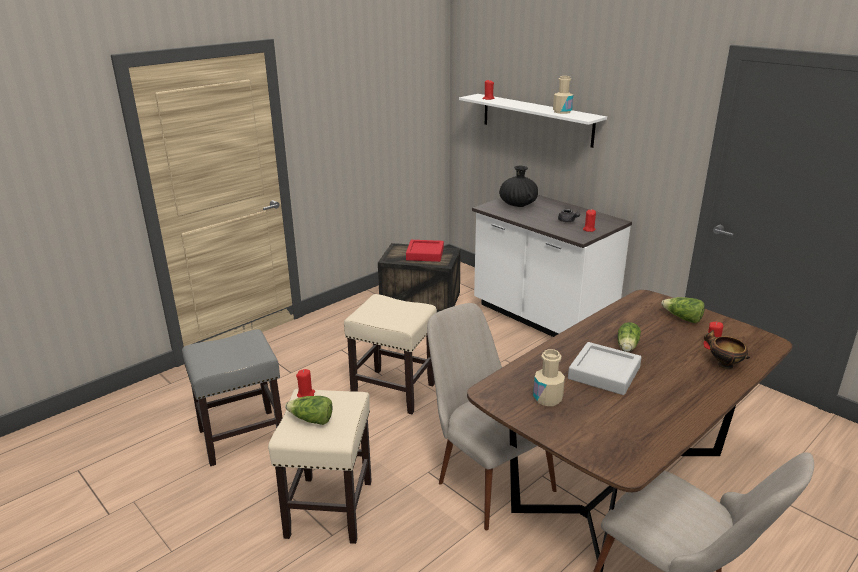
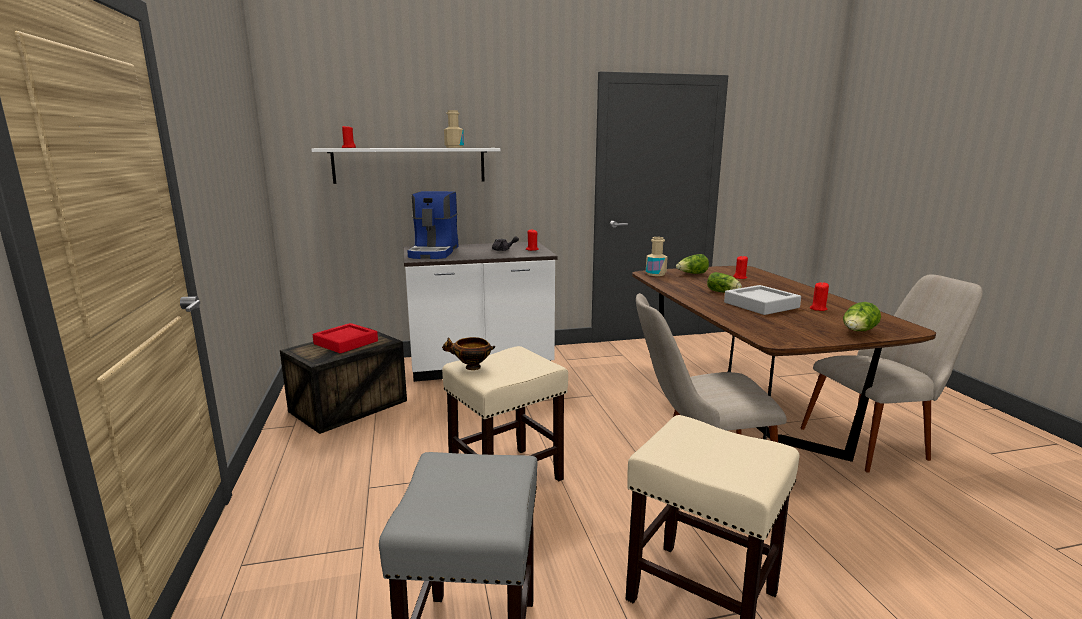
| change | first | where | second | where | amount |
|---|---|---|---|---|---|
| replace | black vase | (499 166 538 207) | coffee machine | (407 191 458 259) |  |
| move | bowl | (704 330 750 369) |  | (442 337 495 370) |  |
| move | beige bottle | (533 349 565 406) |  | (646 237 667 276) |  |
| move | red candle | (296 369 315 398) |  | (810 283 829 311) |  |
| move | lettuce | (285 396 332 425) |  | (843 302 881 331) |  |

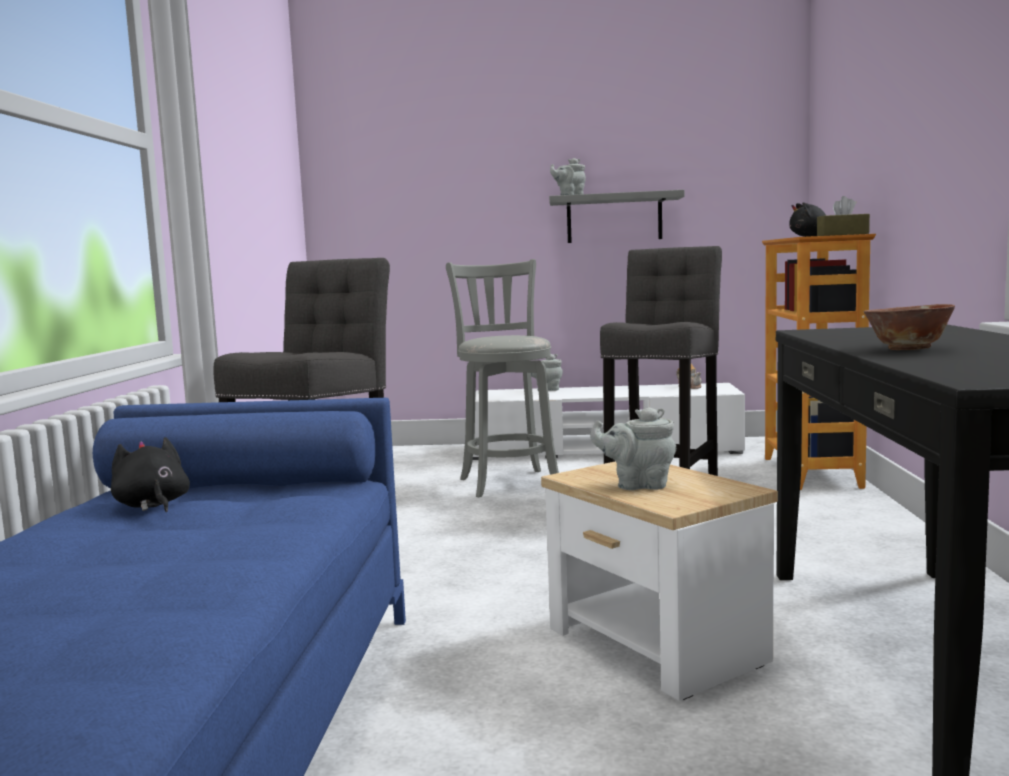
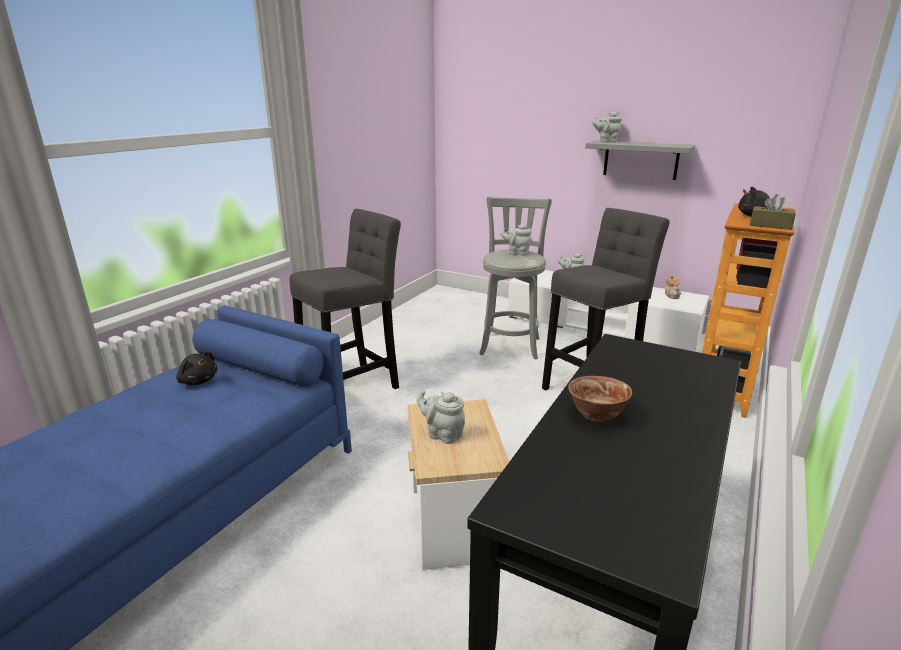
| change | first | where | second | where | amount |
|---|---|---|---|---|---|
| rotate | black plush toy | (111 437 190 512) |  | (176 351 217 385) | 135 degrees clockwise |
| insert |  |  | grey teapot | (500 224 532 256) |  |

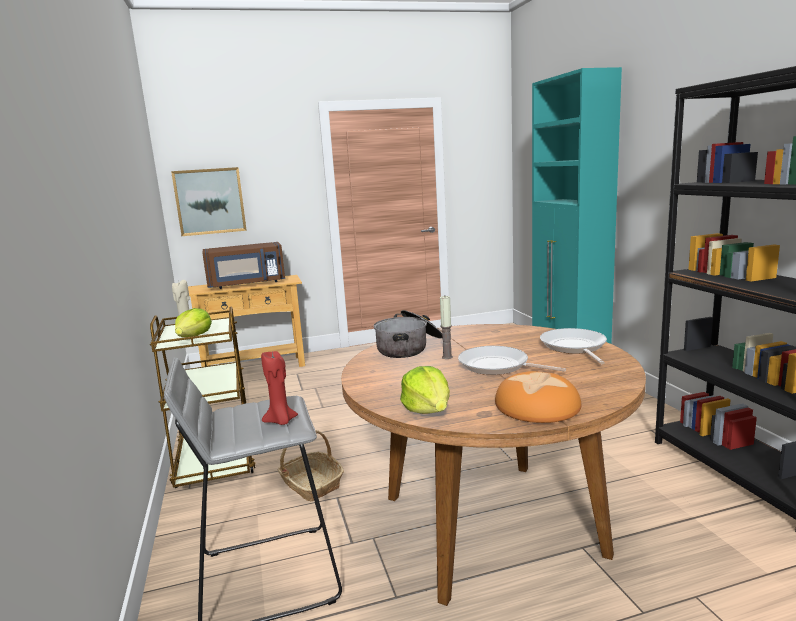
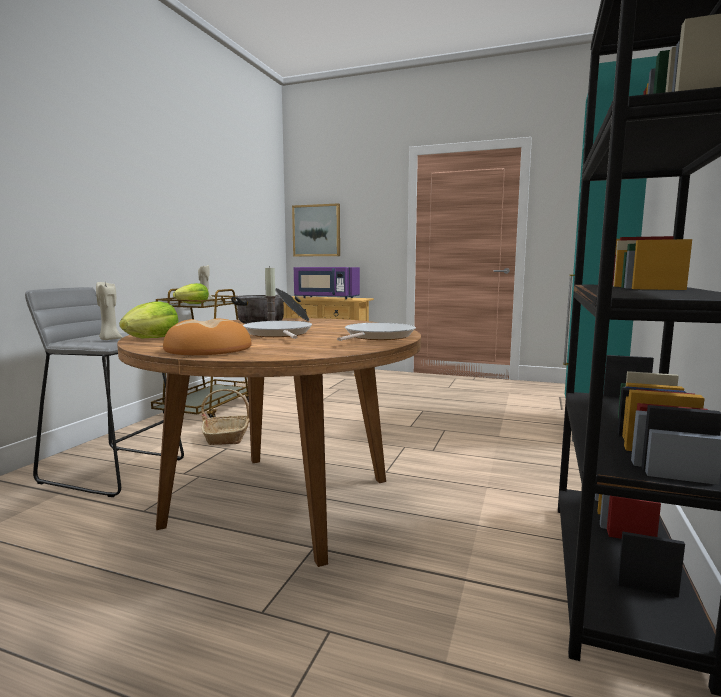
| change | first | where | second | where | amount |
|---|---|---|---|---|---|
| recolor | red candle | (261 351 298 425) | beige candle | (96 281 122 340) |  |
| recolor | brown microwave | (202 242 285 289) | purple microwave | (294 267 360 299) |  |

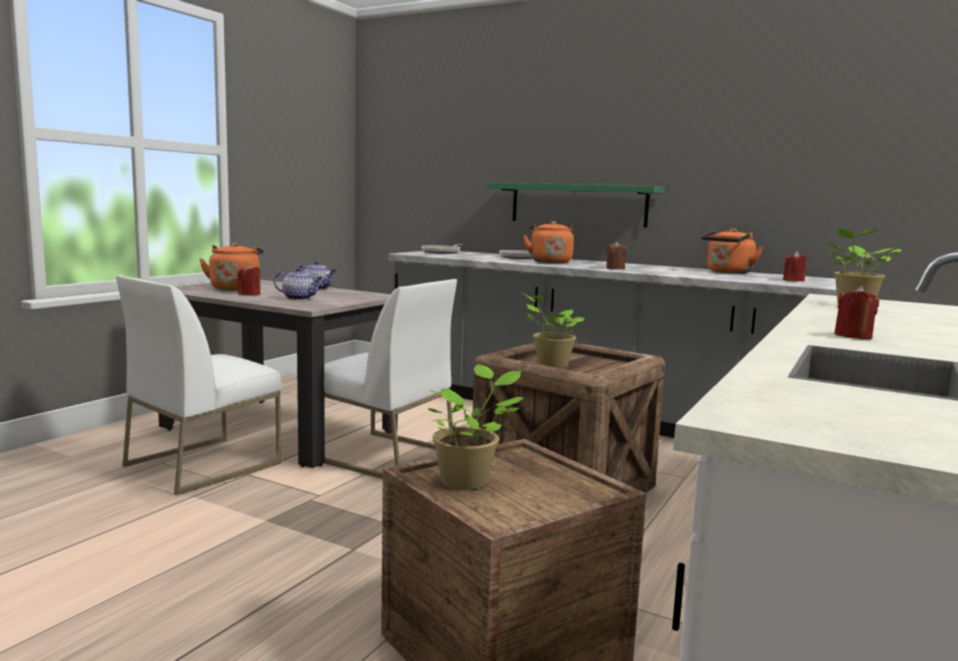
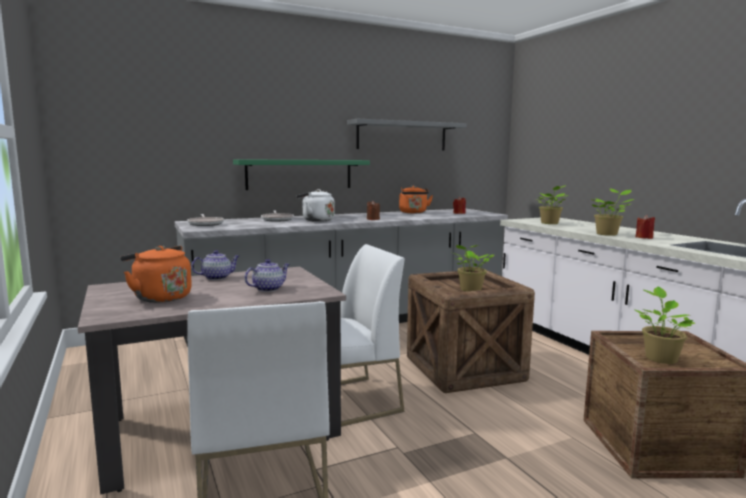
| change | first | where | second | where | amount |
|---|---|---|---|---|---|
| recolor | orange kettle | (523 221 574 263) | white kettle | (296 189 335 222) |  |
| insert |  |  | grey shelf | (347 119 467 150) |  |
| insert |  |  | potted plant | (591 189 634 236) |  |
| delete | red candle | (238 264 261 295) |  |  |  |

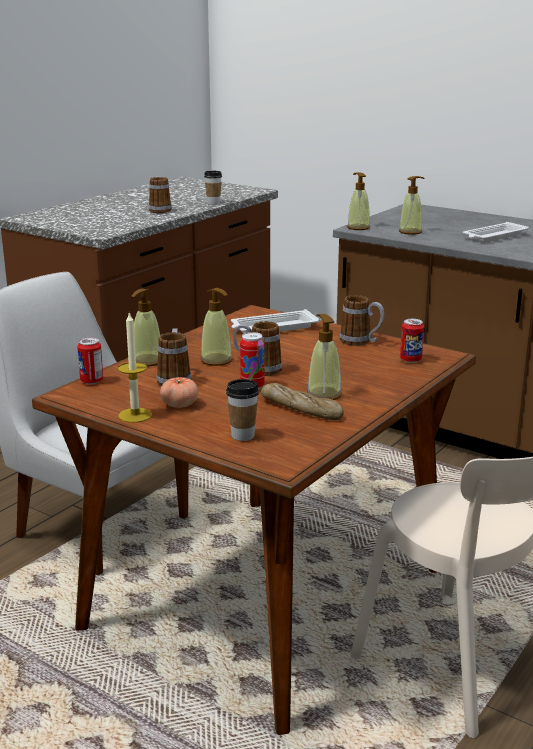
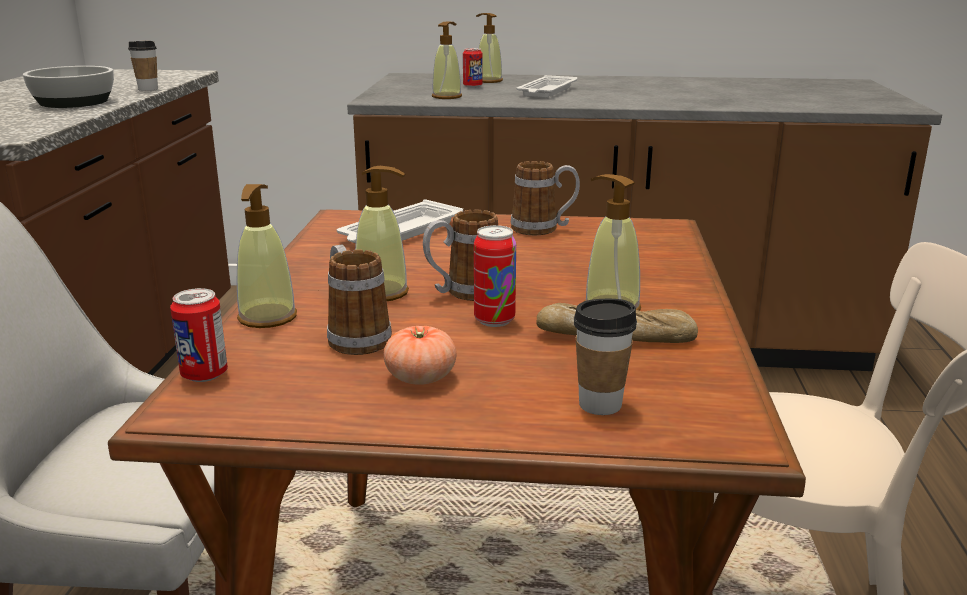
| change | first | where | second | where | amount |
|---|---|---|---|---|---|
| replace | mug | (149 176 172 213) | bowl | (23 66 114 108) |  |
| move | can | (400 319 424 363) |  | (463 48 482 88) |  |
| move | soap dispenser | (347 172 370 230) |  | (476 13 503 83) |  |
| delete | candle | (118 312 152 423) |  |  |  |

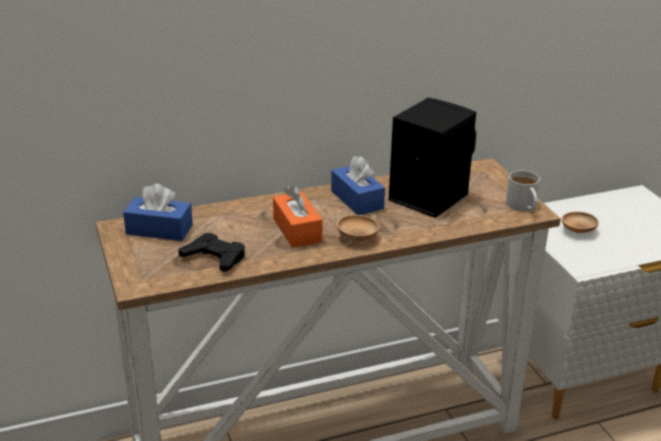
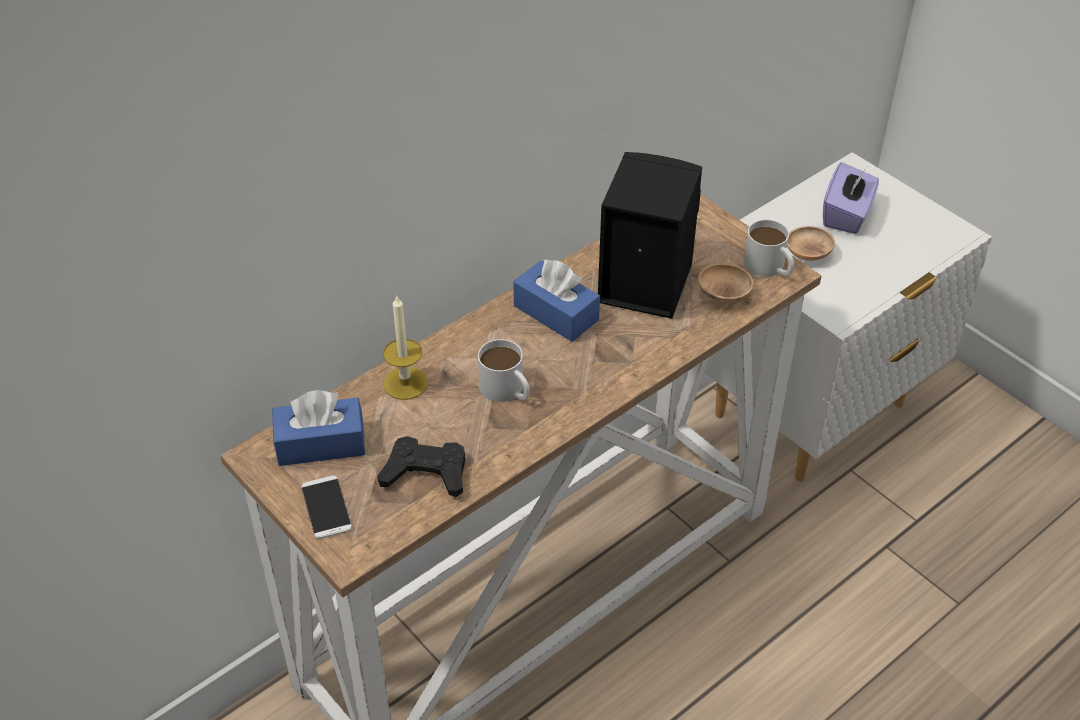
| change | first | where | second | where | amount |
|---|---|---|---|---|---|
| insert |  |  | phone | (301 475 352 539) |  |
| insert |  |  | candle | (383 296 428 400) |  |
| replace | orange tissue box | (273 185 322 248) | white mug | (478 339 530 402) |  |
| move | brown bowl | (337 215 379 242) |  | (698 263 754 303) |  |
| insert |  |  | purple tissue box | (823 162 879 234) |  |

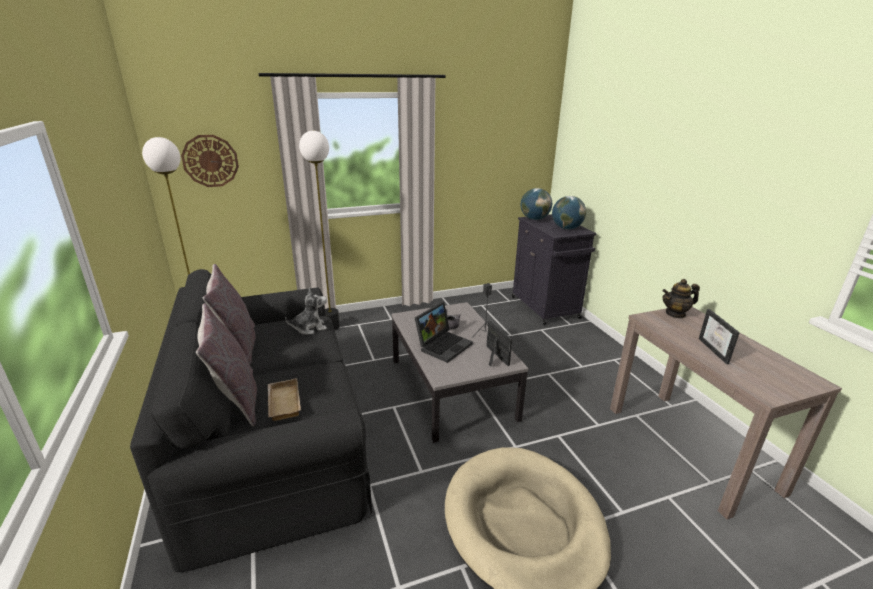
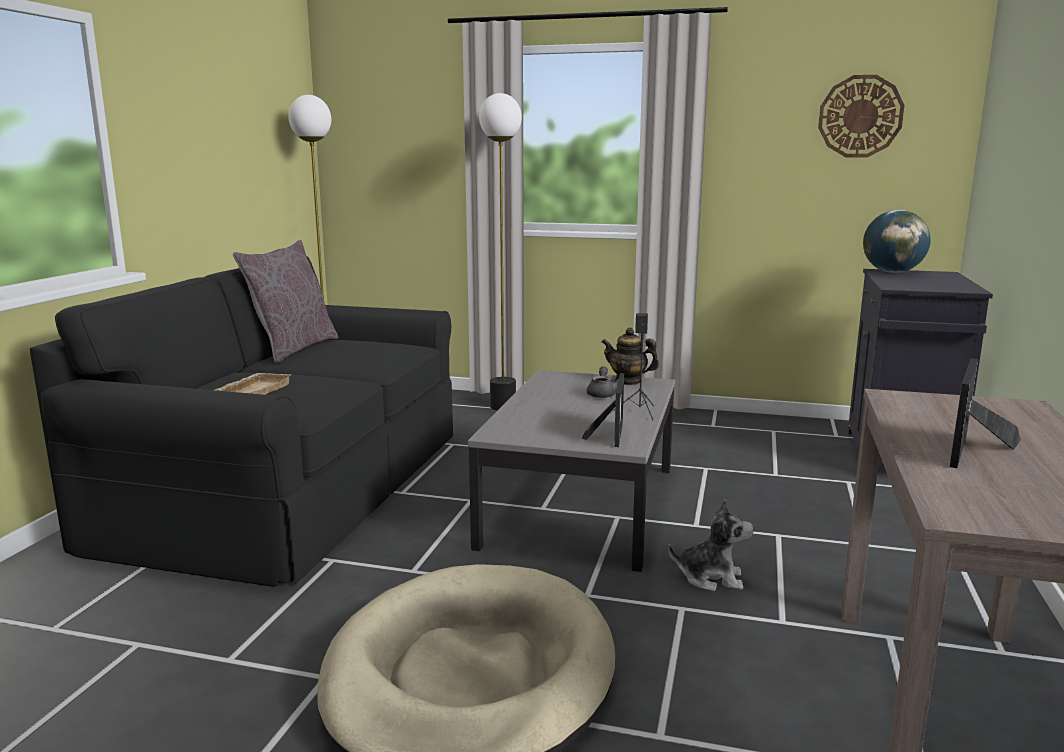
| change | first | where | second | where | amount |
|---|---|---|---|---|---|
| move | teapot | (662 279 700 318) |  | (602 327 659 385) |  |
| move | plush toy | (285 288 327 335) |  | (668 499 754 591) |  |
| move | wall clock | (181 135 239 187) |  | (818 75 905 157) |  |
| delete | grey pillow | (196 303 257 426) |  |  |  |
| delete | laptop | (415 302 473 363) |  |  |  |
| delete | globe | (552 196 586 229) |  |  |  |

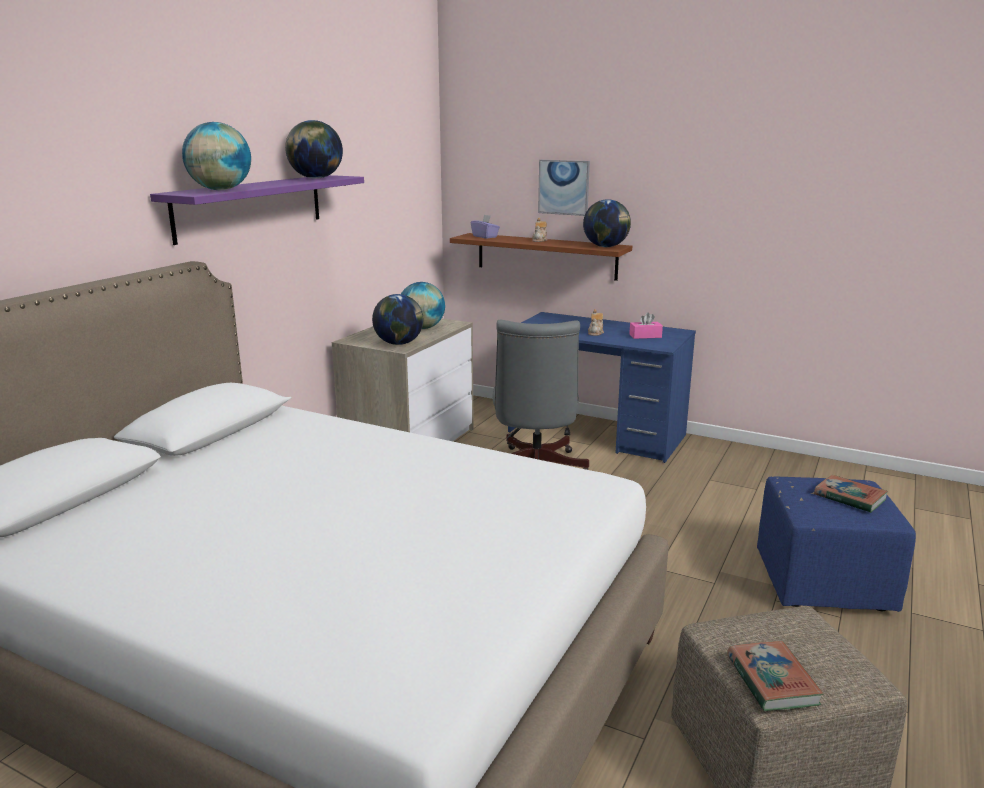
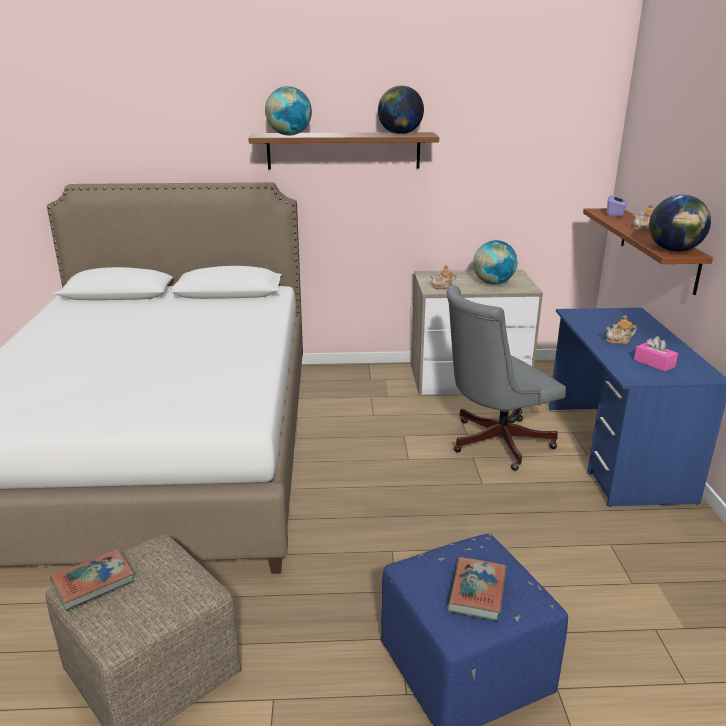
| change | first | where | second | where | amount |
|---|---|---|---|---|---|
| recolor | purple shelf | (150 175 364 245) | brown shelf | (248 132 439 170) |  |
| replace | globe | (372 294 423 345) | teapot | (431 265 457 289) |  |
| delete | picture | (538 160 590 216) |  |  |  |

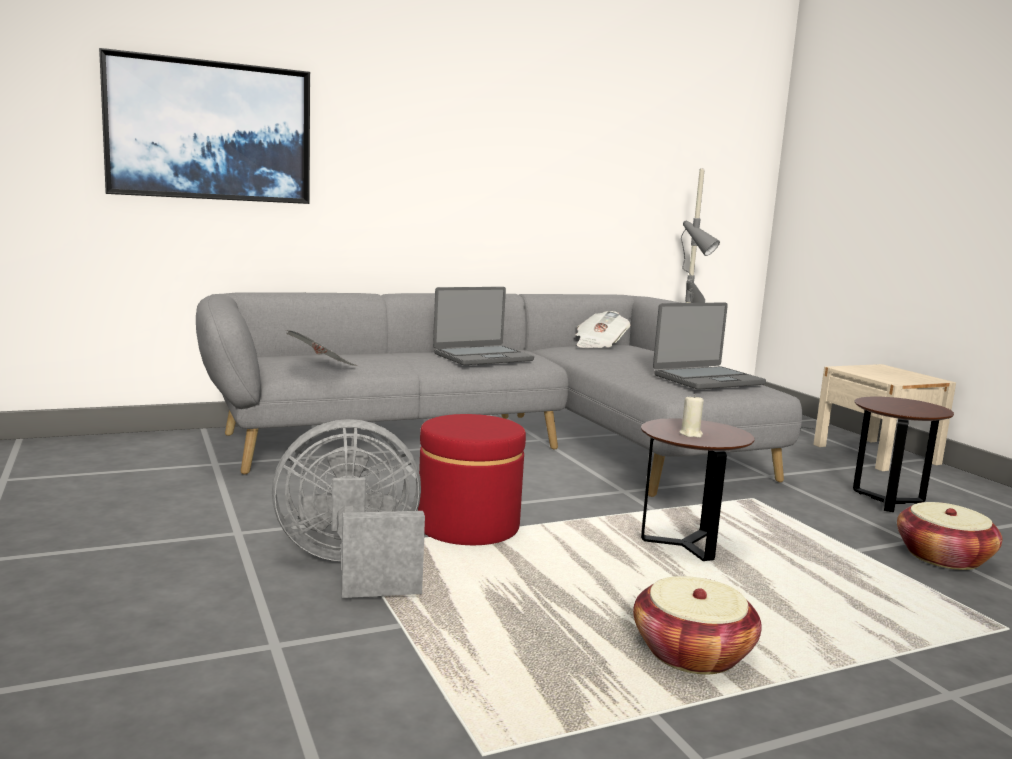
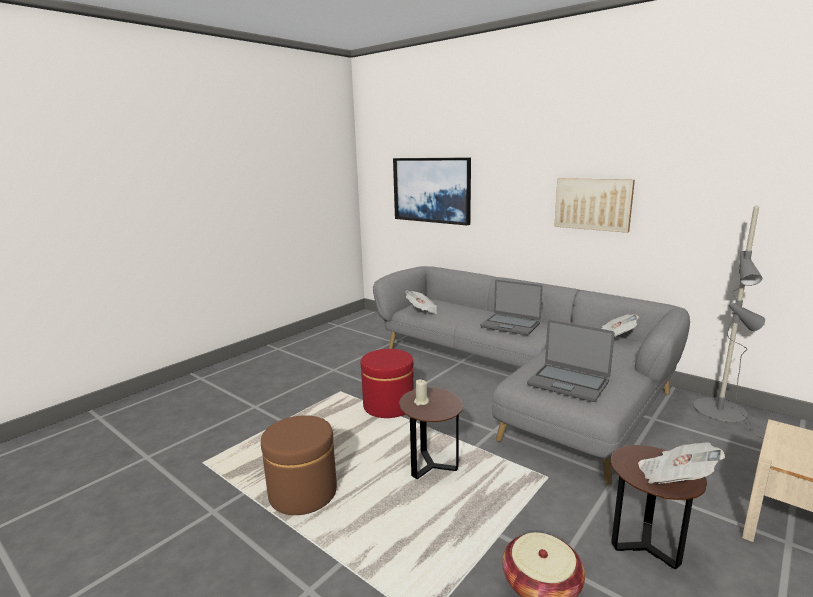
| change | first | where | second | where | amount |
|---|---|---|---|---|---|
| replace | basket | (633 576 762 674) | brown ottoman | (261 415 337 515) |  |
| insert |  |  | picture | (554 178 635 233) |  |
| insert |  |  | newspaper | (638 442 725 484) |  |
| delete | grey fan | (272 419 425 598) |  |  |  |

